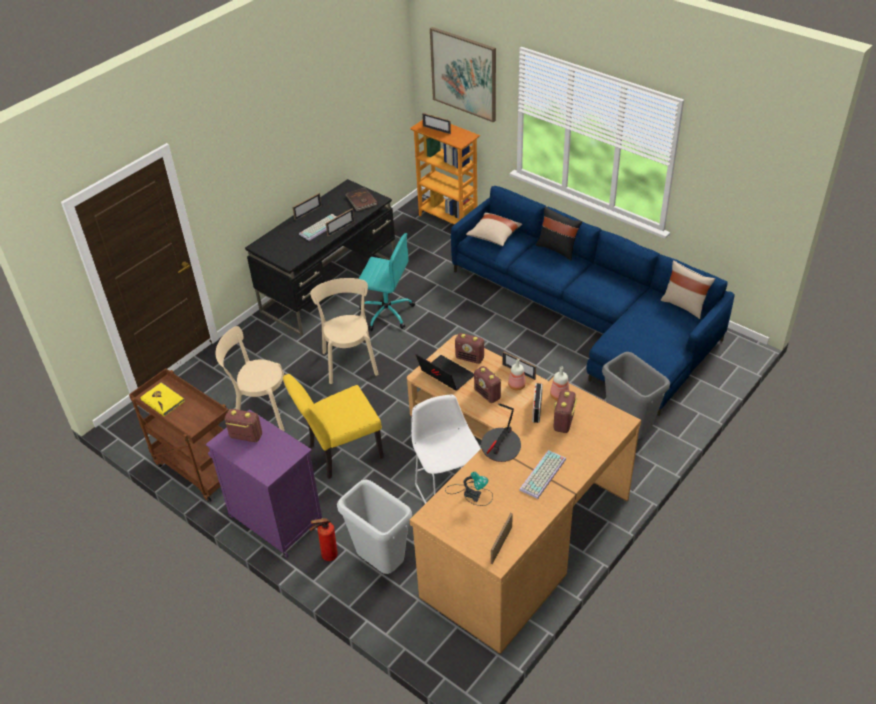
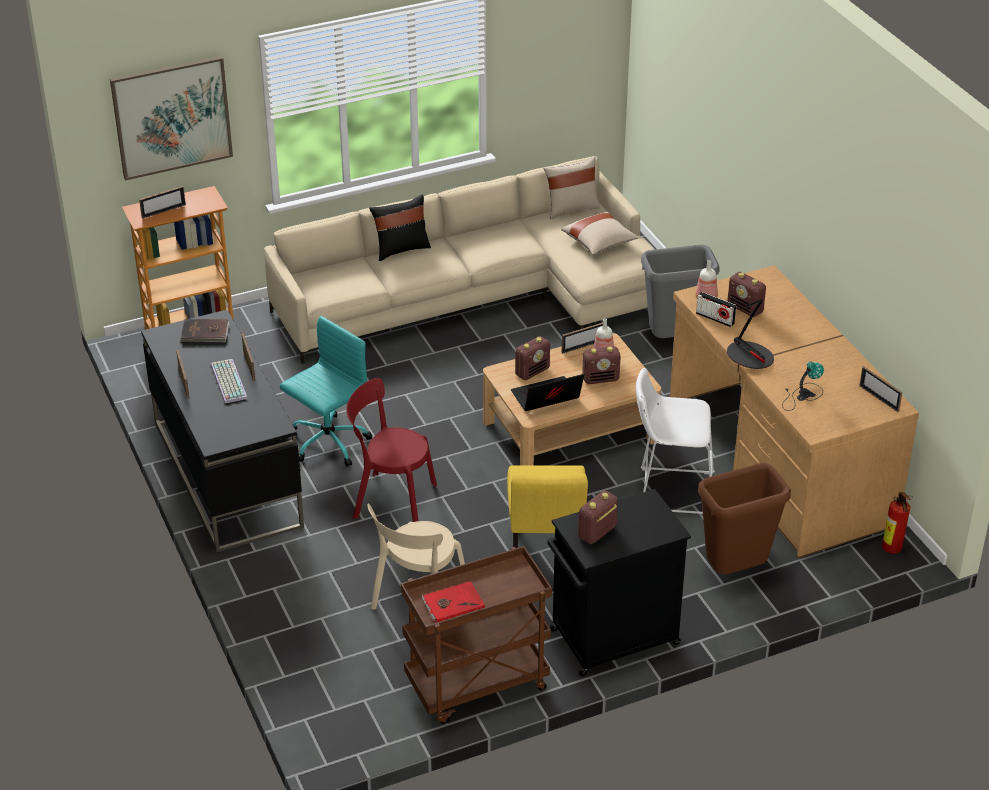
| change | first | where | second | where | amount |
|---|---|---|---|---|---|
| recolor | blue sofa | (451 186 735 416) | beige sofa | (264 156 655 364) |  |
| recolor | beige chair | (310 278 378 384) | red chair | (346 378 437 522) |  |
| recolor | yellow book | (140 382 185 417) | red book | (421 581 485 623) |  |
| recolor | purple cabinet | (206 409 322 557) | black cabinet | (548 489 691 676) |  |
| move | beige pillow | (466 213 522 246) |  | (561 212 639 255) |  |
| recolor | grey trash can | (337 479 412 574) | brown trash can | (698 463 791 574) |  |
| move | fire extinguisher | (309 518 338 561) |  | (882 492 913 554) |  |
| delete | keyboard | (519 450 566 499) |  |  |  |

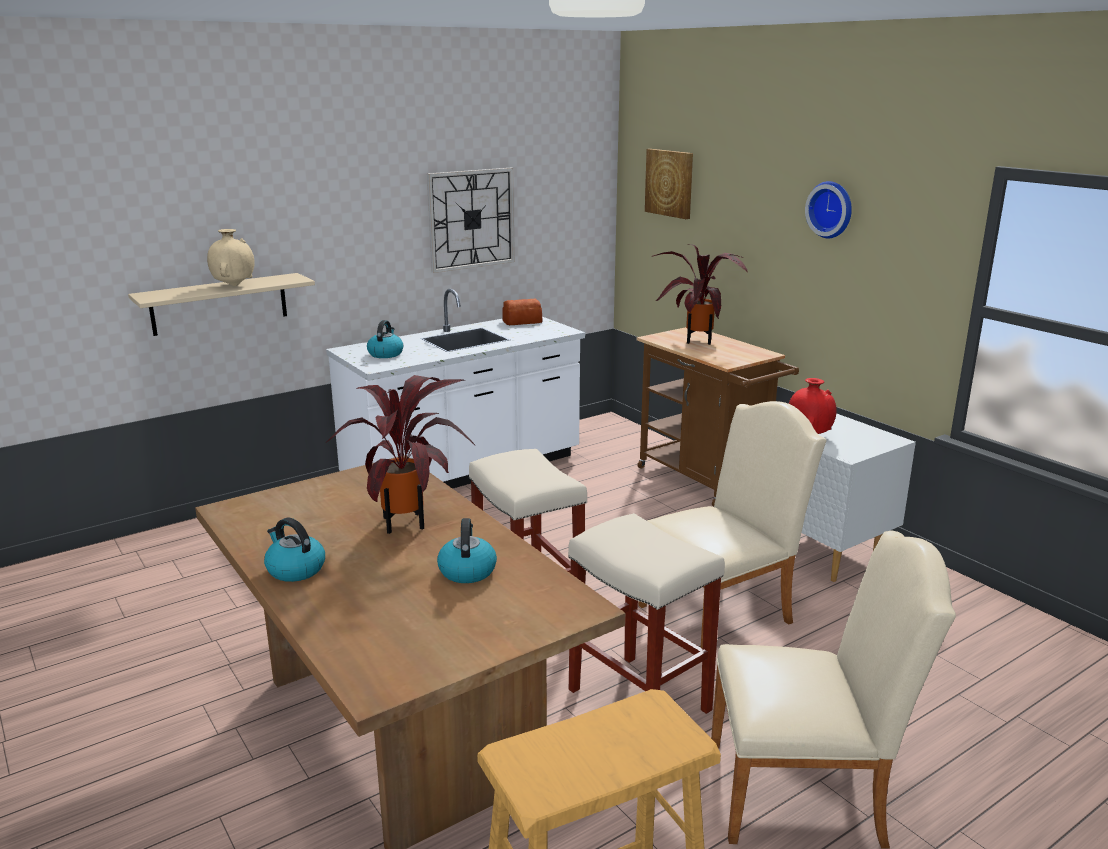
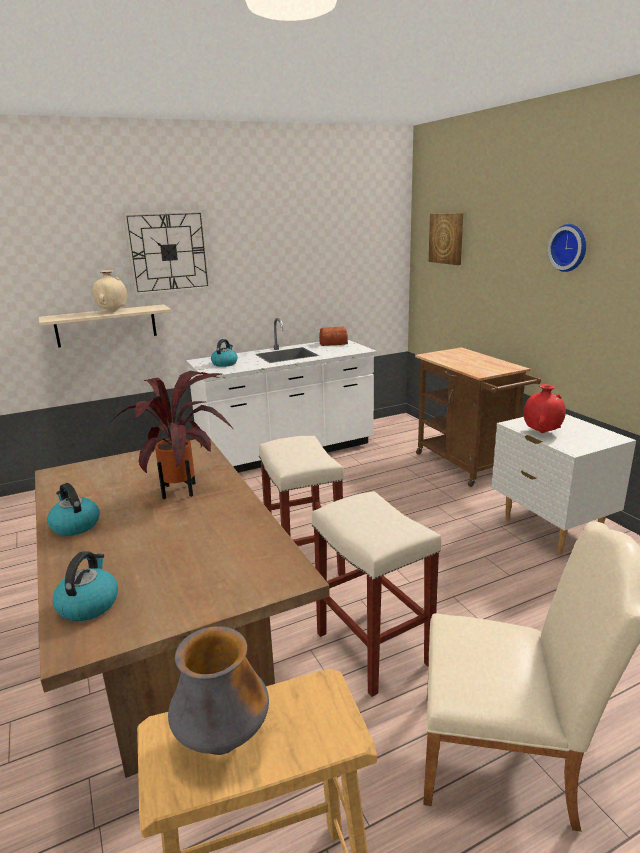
| change | first | where | second | where | amount |
|---|---|---|---|---|---|
| move | kettle | (437 518 497 583) |  | (52 551 118 621) |  |
| move | wall clock | (427 168 515 273) |  | (123 210 211 296) |  |
| insert |  |  | vase | (168 626 269 755) |  |
| delete | beige chair | (638 401 827 649) |  |  |  |
| delete | potted plant | (653 244 748 345) |  |  |  |

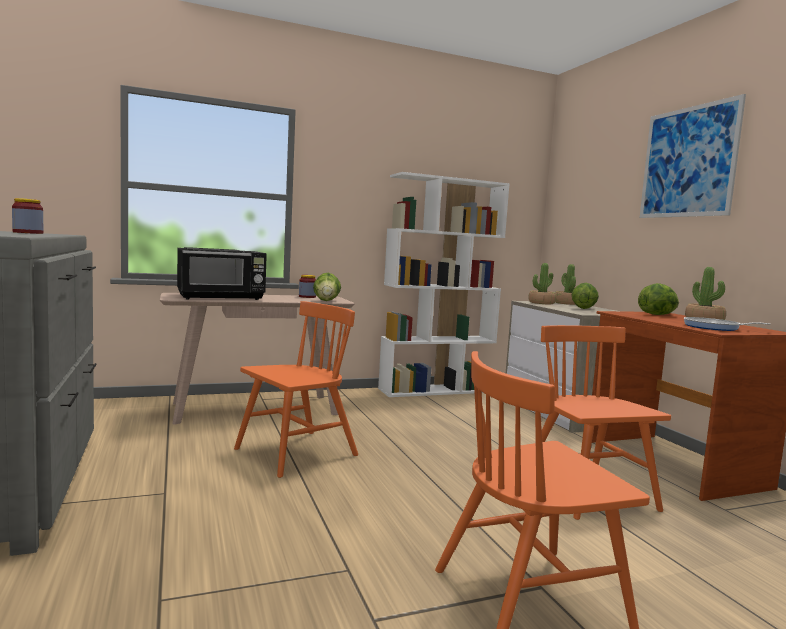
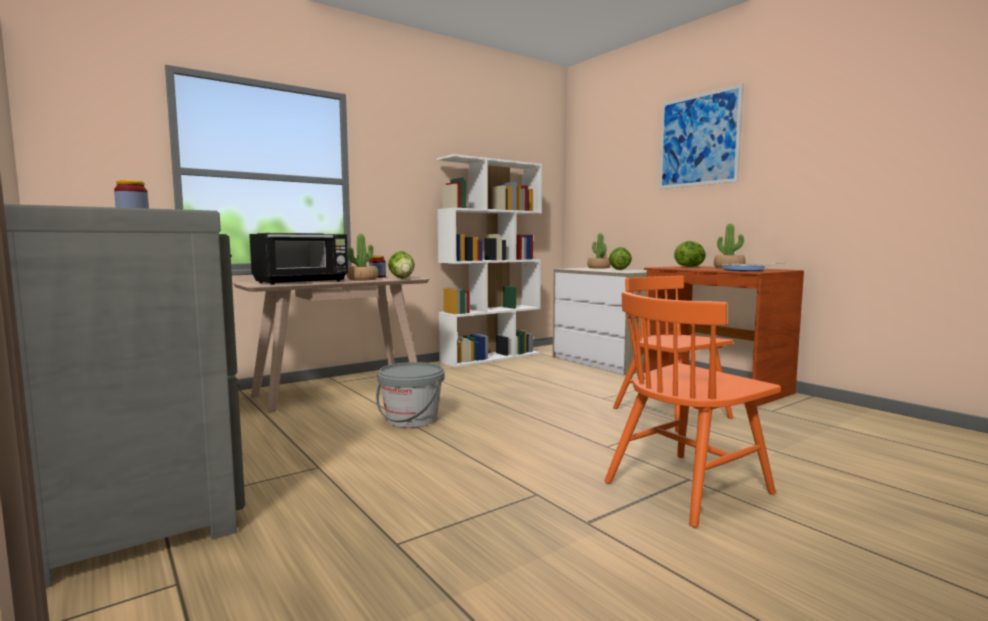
| change | first | where | second | where | amount |
|---|---|---|---|---|---|
| move | potted plant | (528 263 556 304) |  | (347 234 378 281) |  |
| replace | orange chair | (234 301 358 478) | grey bucket | (376 362 445 428) |  |

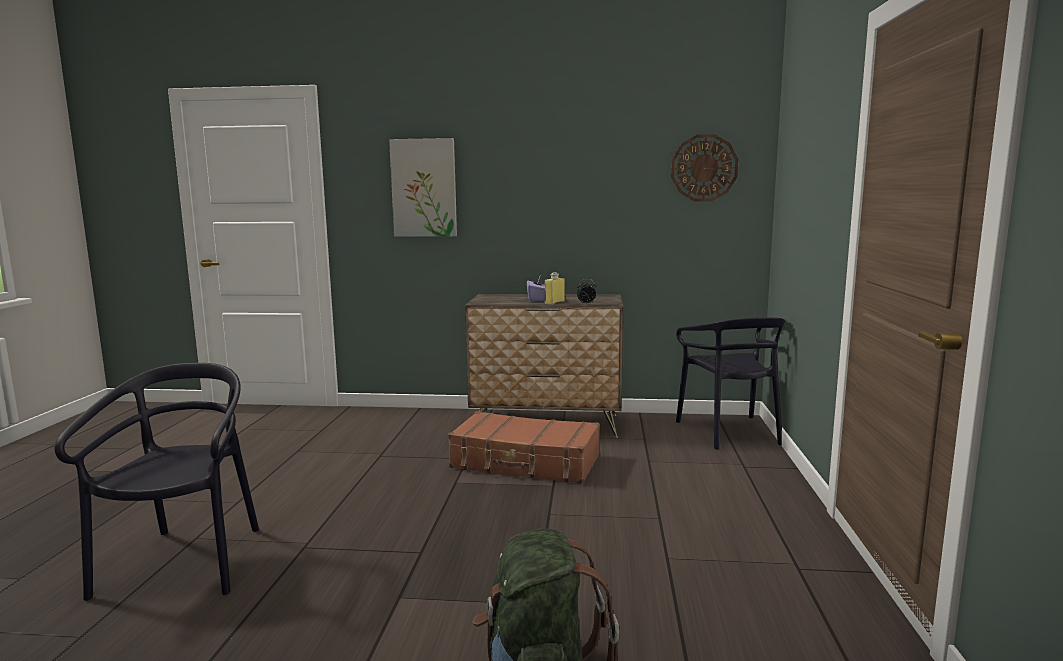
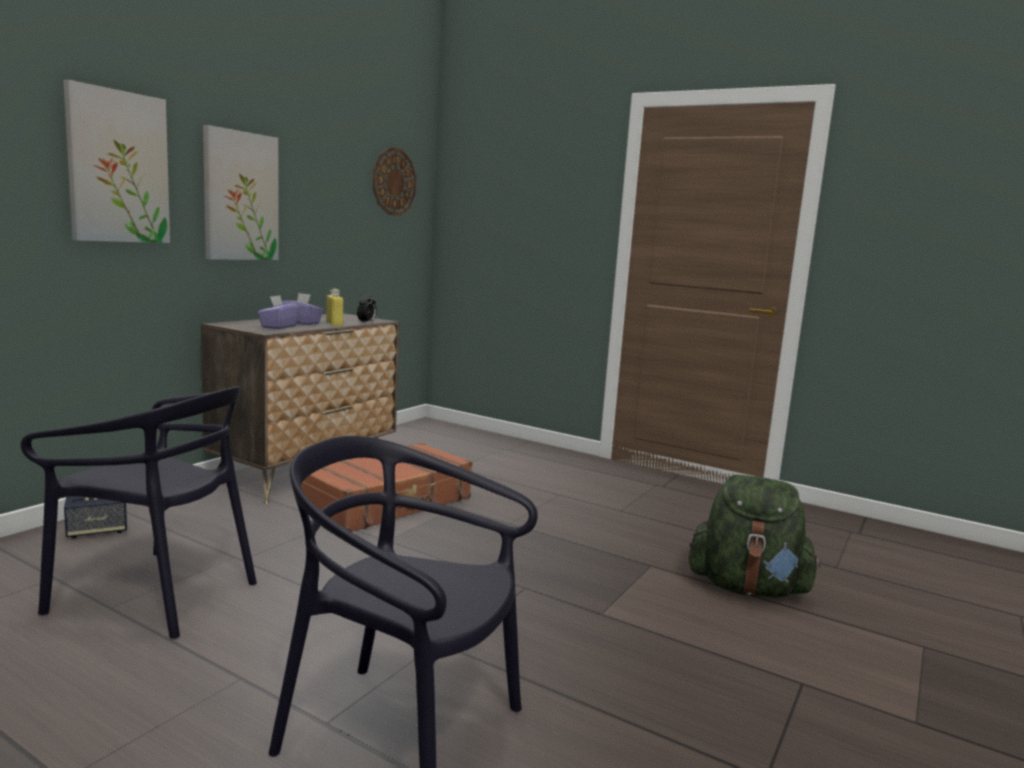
| change | first | where | second | where | amount |
|---|---|---|---|---|---|
| move | black chair | (676 317 785 450) |  | (21 386 257 639) |  |
| insert |  |  | speaker | (64 496 127 538) |  |
| insert |  |  | picture | (203 125 278 260) |  |
| insert |  |  | purple tissue box | (257 295 300 329) |  |

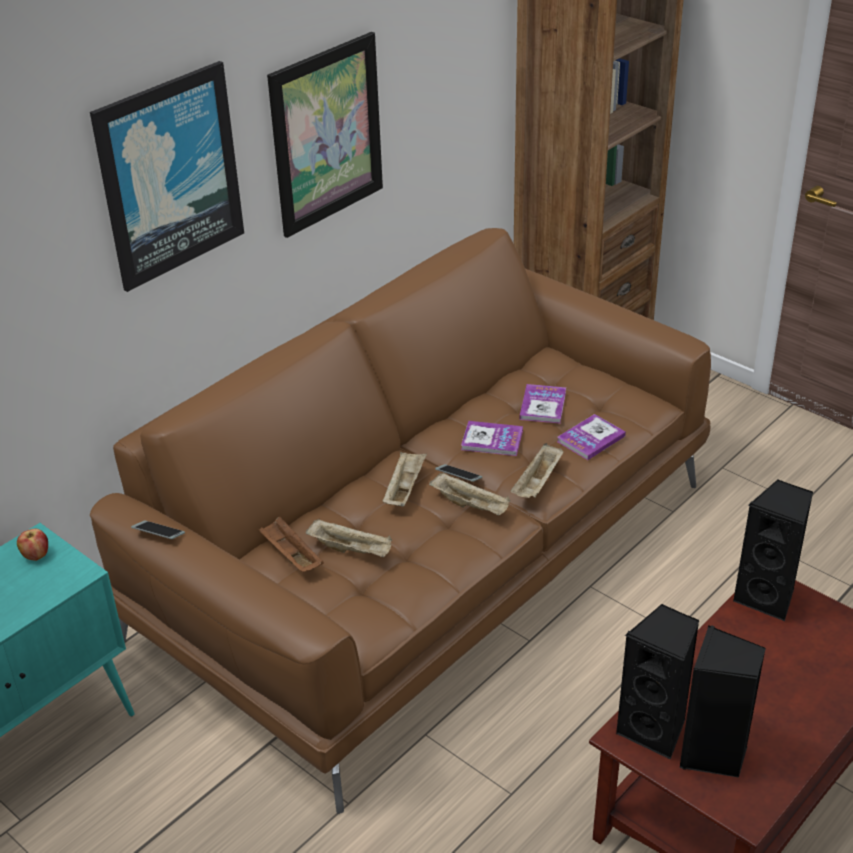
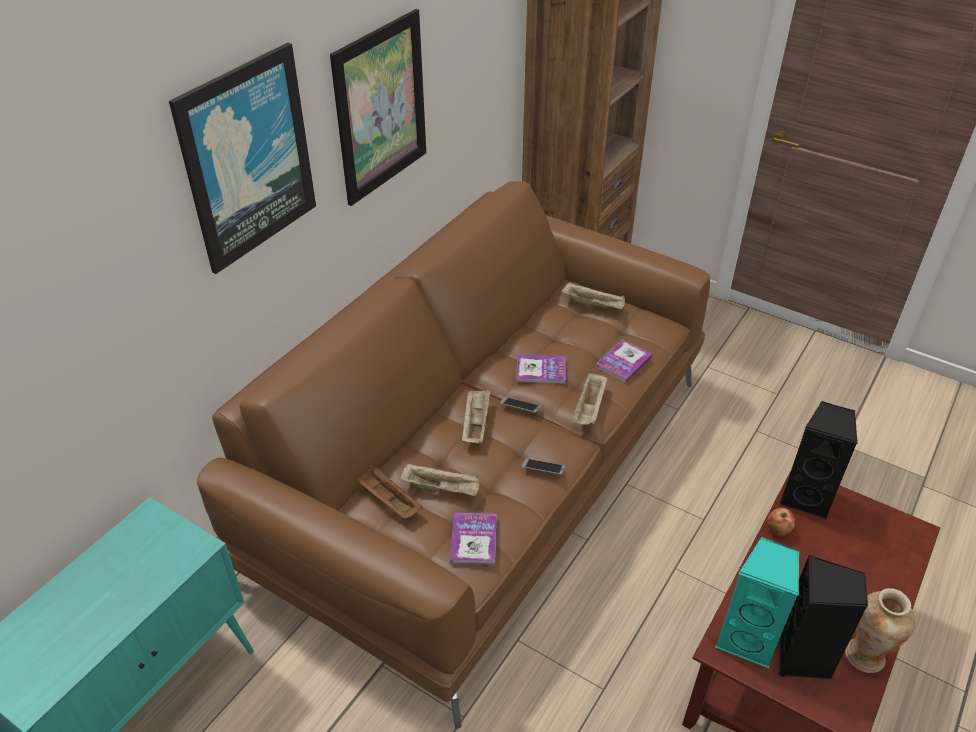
| change | first | where | second | where | amount |
|---|---|---|---|---|---|
| move | book | (520 384 566 424) |  | (450 513 497 565) |  |
| move | phone | (131 521 185 539) |  | (522 459 565 475) |  |
| move | beige tray | (429 472 510 516) |  | (561 282 625 310) |  |
| recolor | black speaker | (616 604 699 760) | turquoise speaker | (715 537 799 668) |  |
| move | apple | (17 528 48 561) |  | (768 508 795 535) |  |
| insert |  |  | vase | (845 588 916 673) |  |

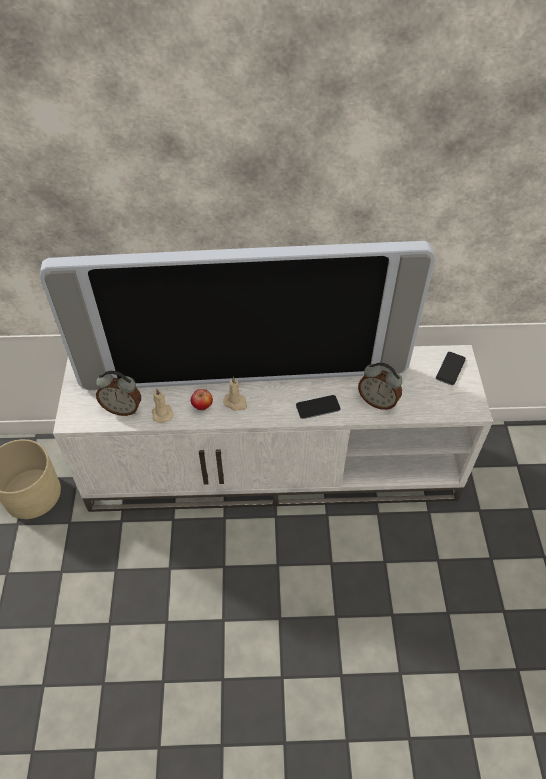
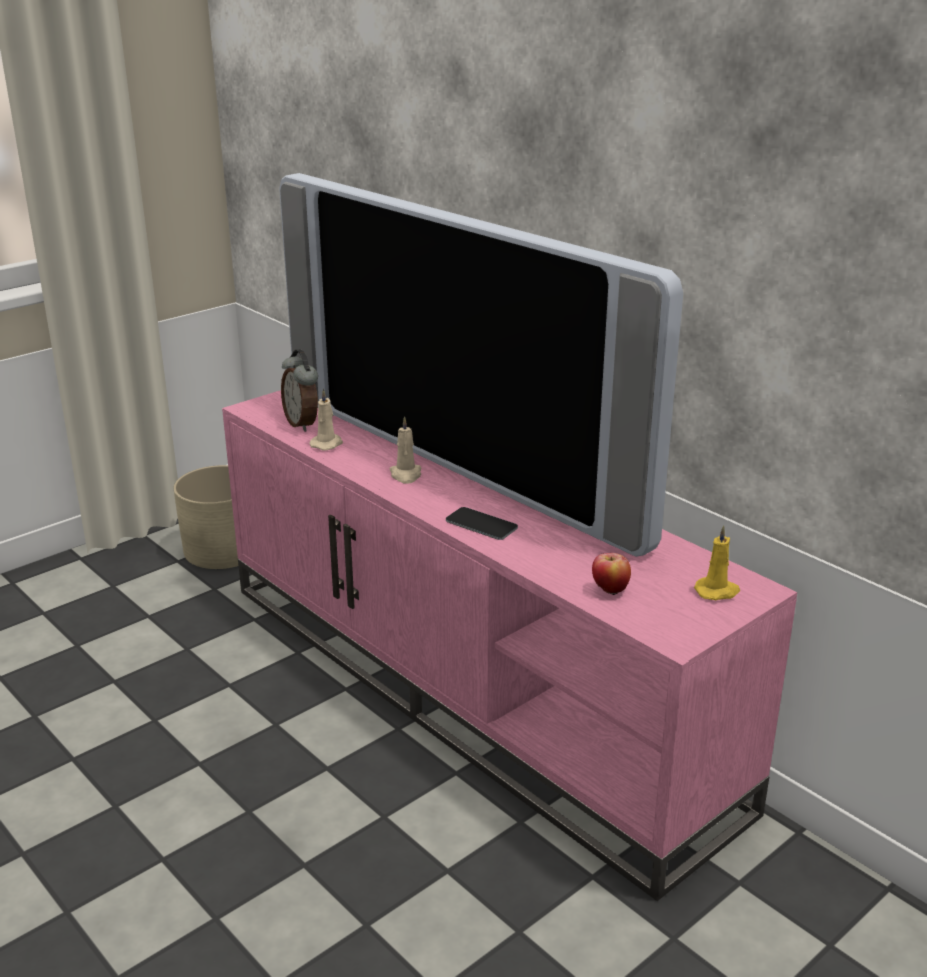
| change | first | where | second | where | amount |
|---|---|---|---|---|---|
| recolor | white tv stand | (53 345 493 512) | pink tv stand | (222 390 797 901) |  |
| move | apple | (191 389 213 410) |  | (592 553 631 596) |  |
| replace | phone | (436 352 466 385) | yellow candle | (694 525 740 600) |  |
| delete | alarm clock | (358 362 402 410) |  |  |  |

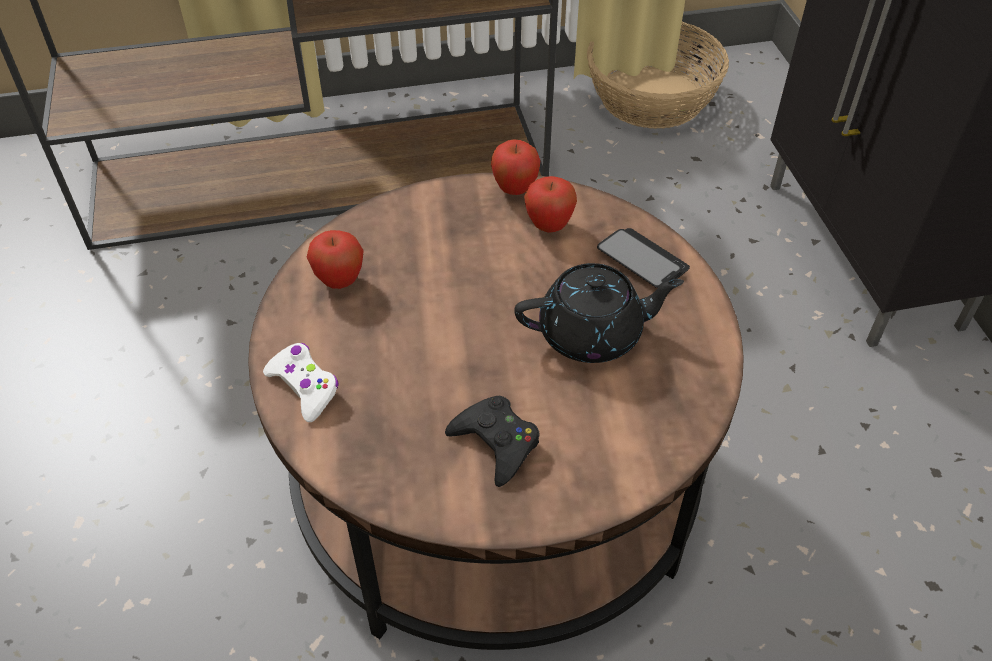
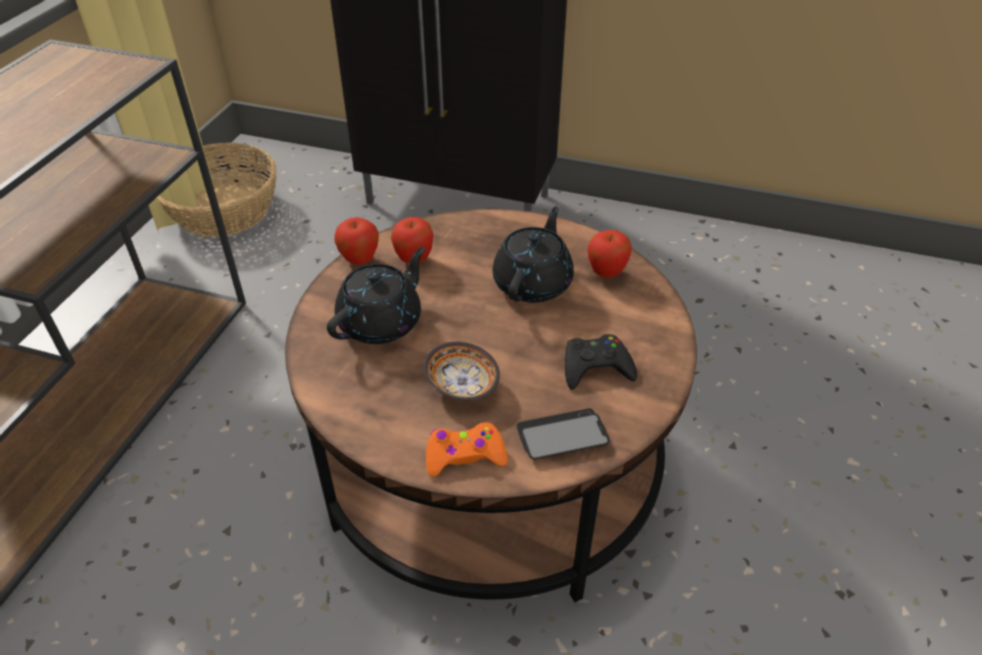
| change | first | where | second | where | amount |
|---|---|---|---|---|---|
| insert |  |  | black teapot | (327 247 425 344) |  |
| insert |  |  | bowl | (423 342 500 401) |  |
| recolor | white game controller | (263 343 339 422) | orange game controller | (426 422 508 477) |  |
| move | phone | (597 228 690 288) |  | (517 408 610 460) |  |
| move | apple | (307 230 364 289) |  | (588 230 632 278) |  |

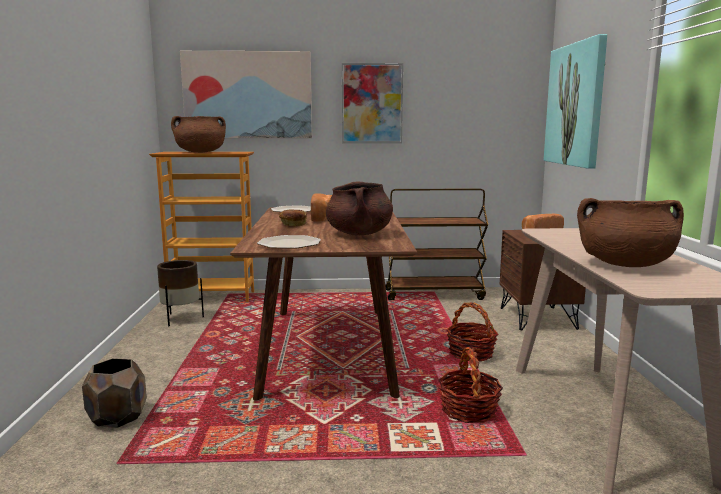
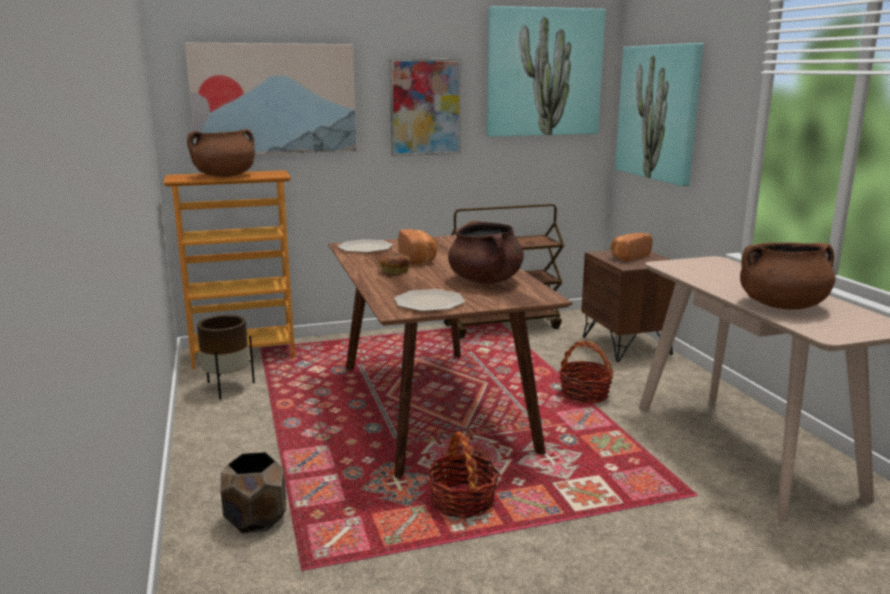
| change | first | where | second | where | amount |
|---|---|---|---|---|---|
| move | basket | (438 347 503 423) |  | (427 431 500 519) |  |
| insert |  |  | picture | (487 6 606 137) |  |

